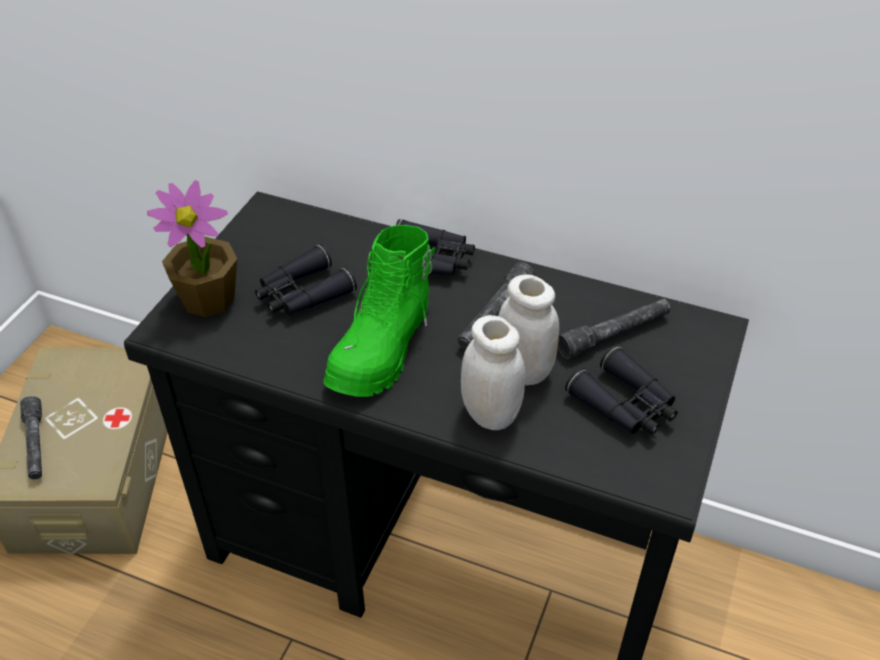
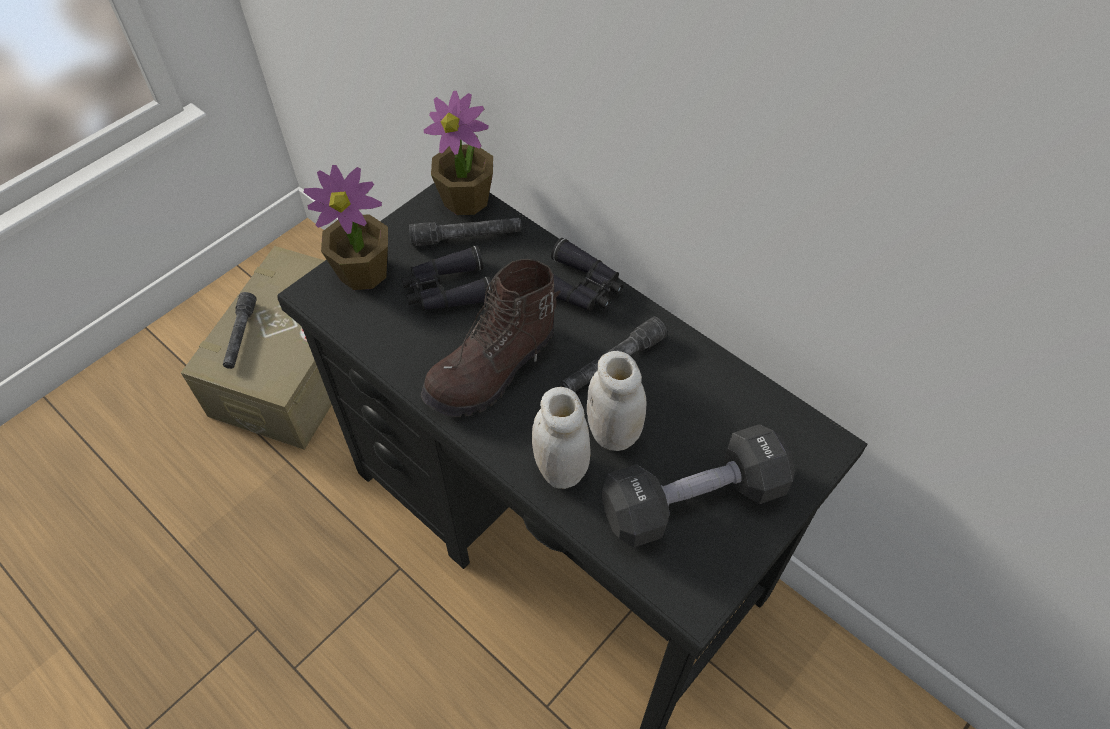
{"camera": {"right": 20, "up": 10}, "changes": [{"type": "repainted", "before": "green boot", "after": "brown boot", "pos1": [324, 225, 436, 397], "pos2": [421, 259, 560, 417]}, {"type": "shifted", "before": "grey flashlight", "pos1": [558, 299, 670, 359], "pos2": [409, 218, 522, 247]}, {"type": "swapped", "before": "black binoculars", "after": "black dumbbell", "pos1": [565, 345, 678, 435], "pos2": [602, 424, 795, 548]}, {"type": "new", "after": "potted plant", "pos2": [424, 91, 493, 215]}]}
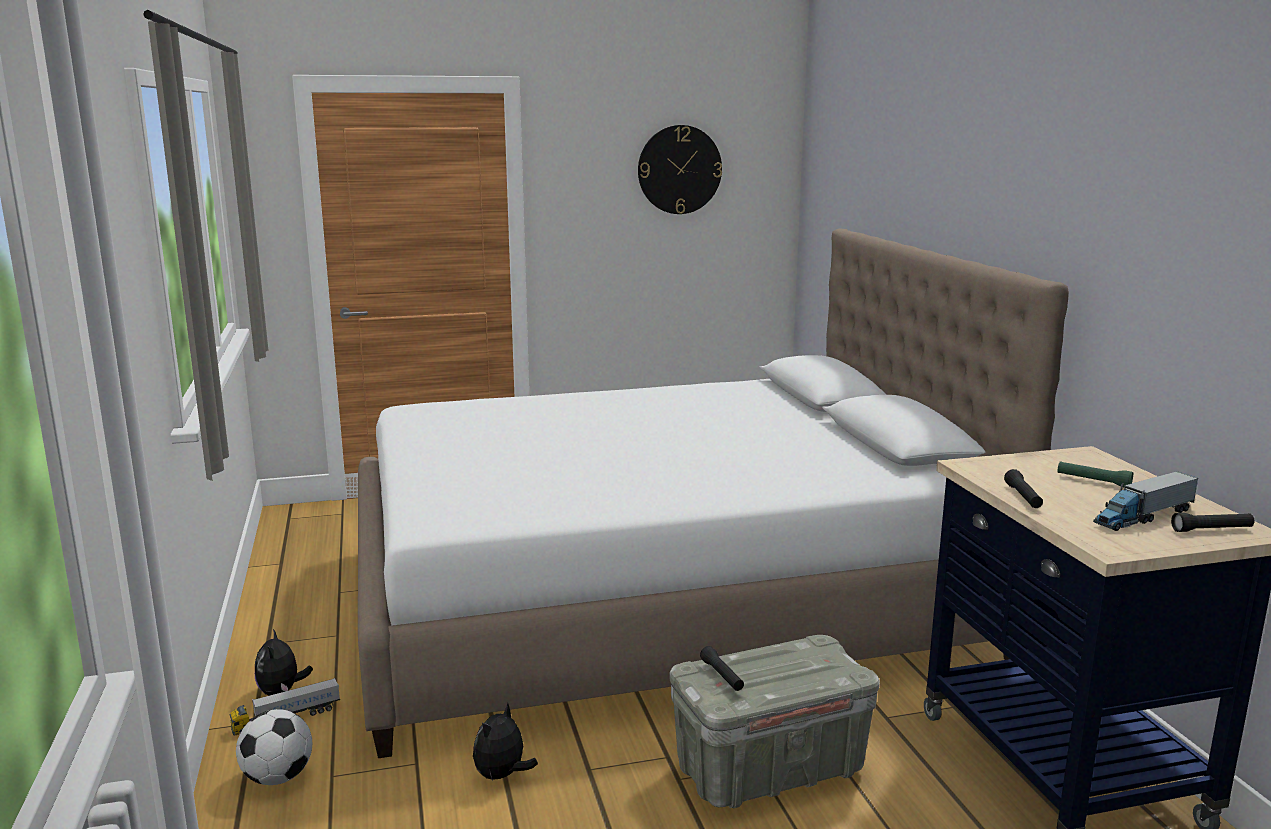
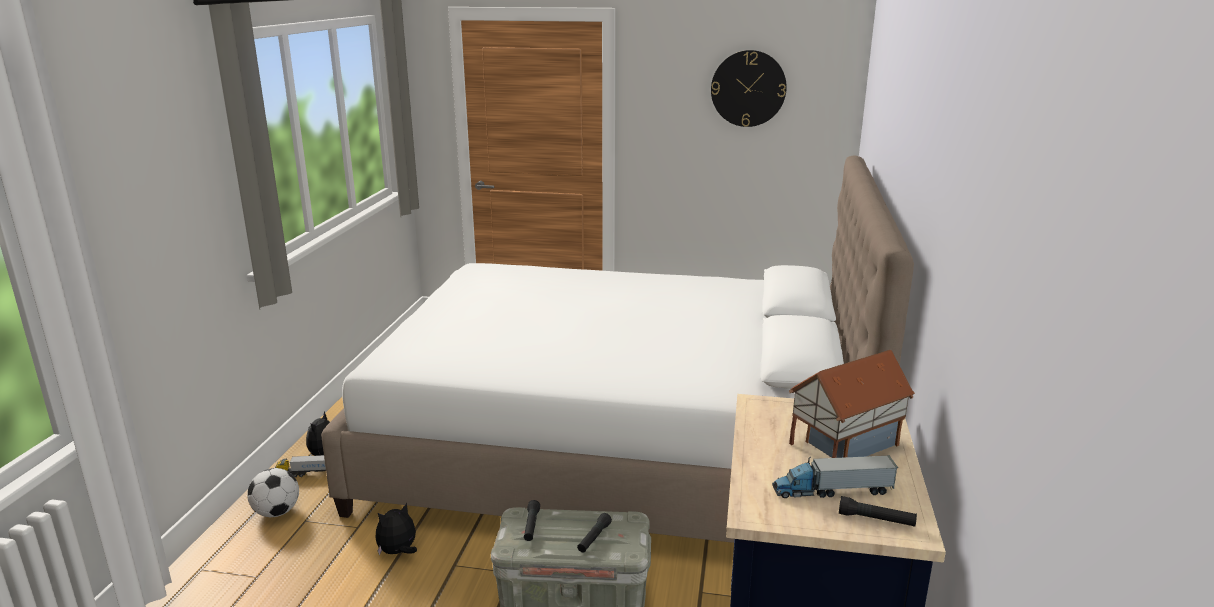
{"camera": {"right": 25, "up": 5}, "changes": [{"type": "swapped", "before": "green flashlight", "after": "toy house", "pos1": [1058, 461, 1133, 487], "pos2": [789, 350, 915, 458]}, {"type": "shifted", "before": "black flashlight", "pos1": [1004, 469, 1043, 508], "pos2": [577, 513, 612, 552]}]}
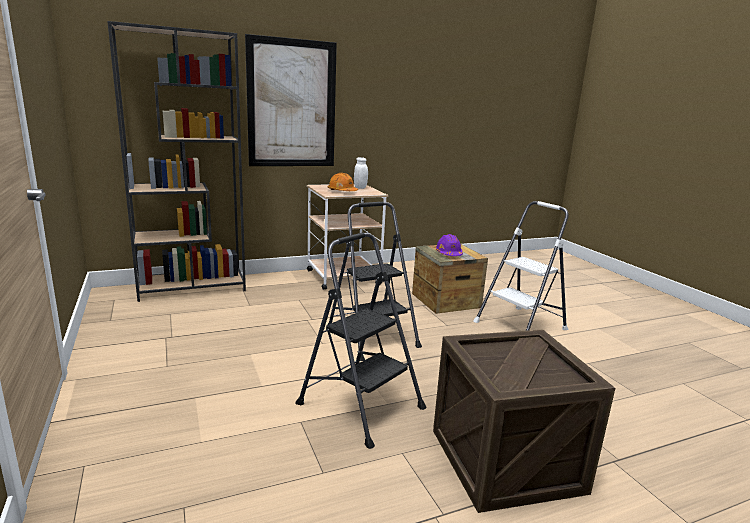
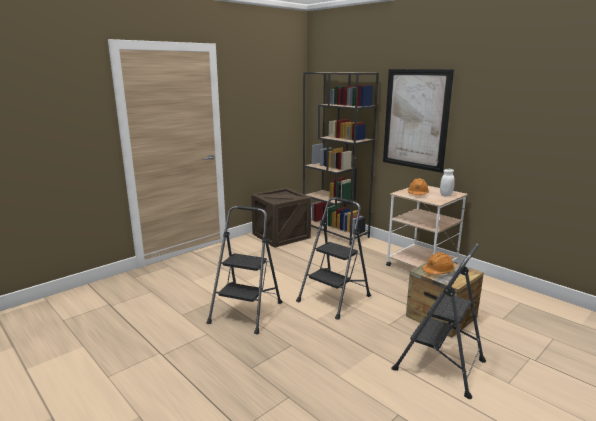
{"camera": {"right": 70, "up": 0}, "changes": [{"type": "repainted", "before": "white step ladder", "after": "black step ladder", "pos1": [473, 201, 569, 331], "pos2": [391, 243, 486, 399]}, {"type": "repainted", "before": "purple hard hat", "after": "orange hard hat", "pos1": [435, 234, 463, 256], "pos2": [422, 252, 455, 275]}, {"type": "shifted", "before": "crate", "pos1": [433, 329, 615, 513], "pos2": [251, 188, 311, 248]}]}
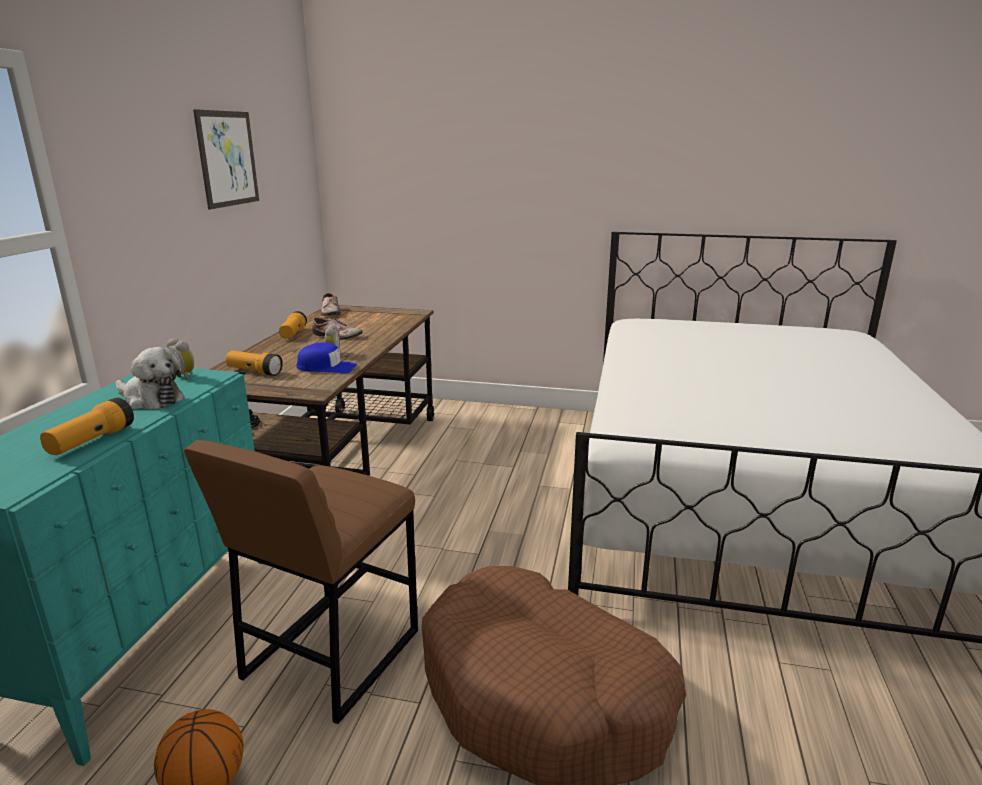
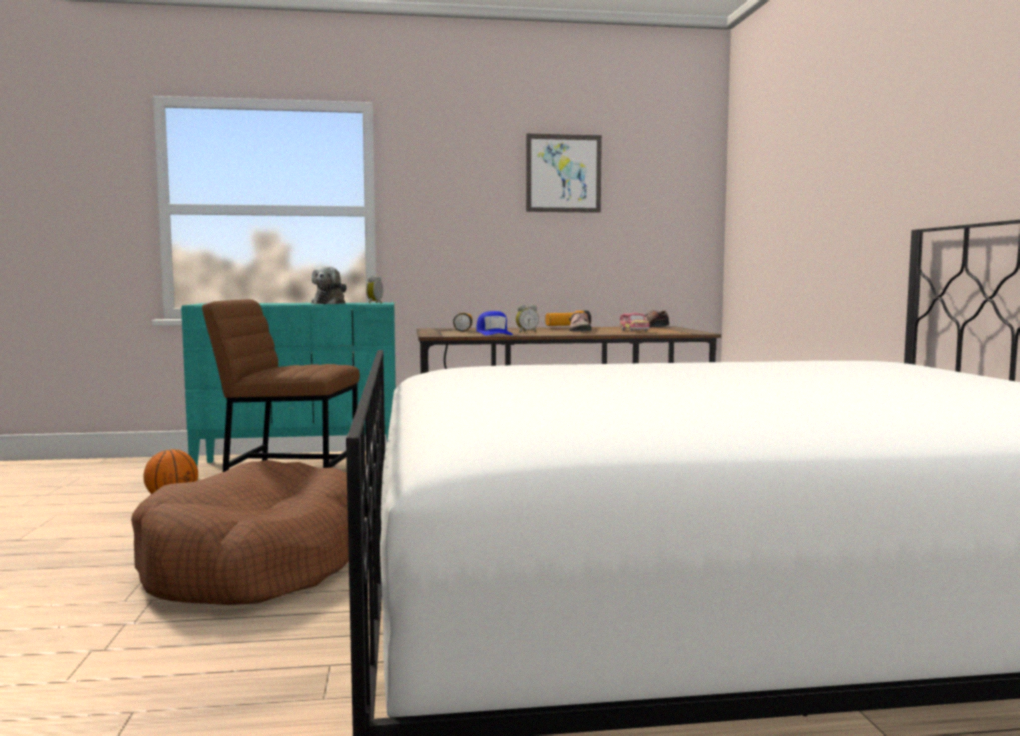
{"camera": {"right": 70, "up": -15}, "changes": [{"type": "gone", "before": "flashlight", "pos1": [40, 397, 134, 455]}, {"type": "new", "after": "toy car", "pos2": [620, 313, 650, 332]}]}
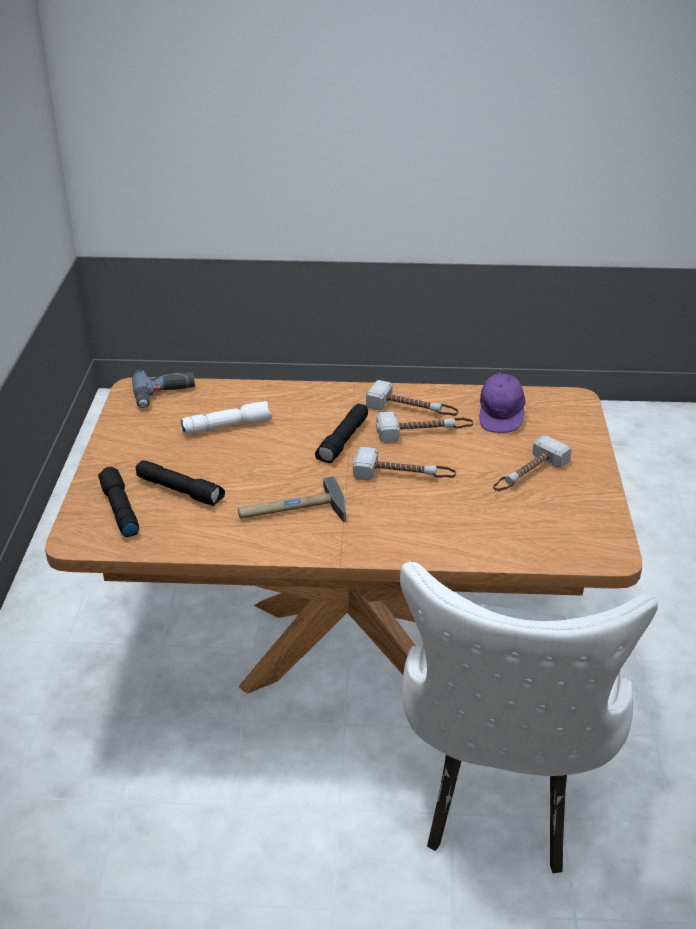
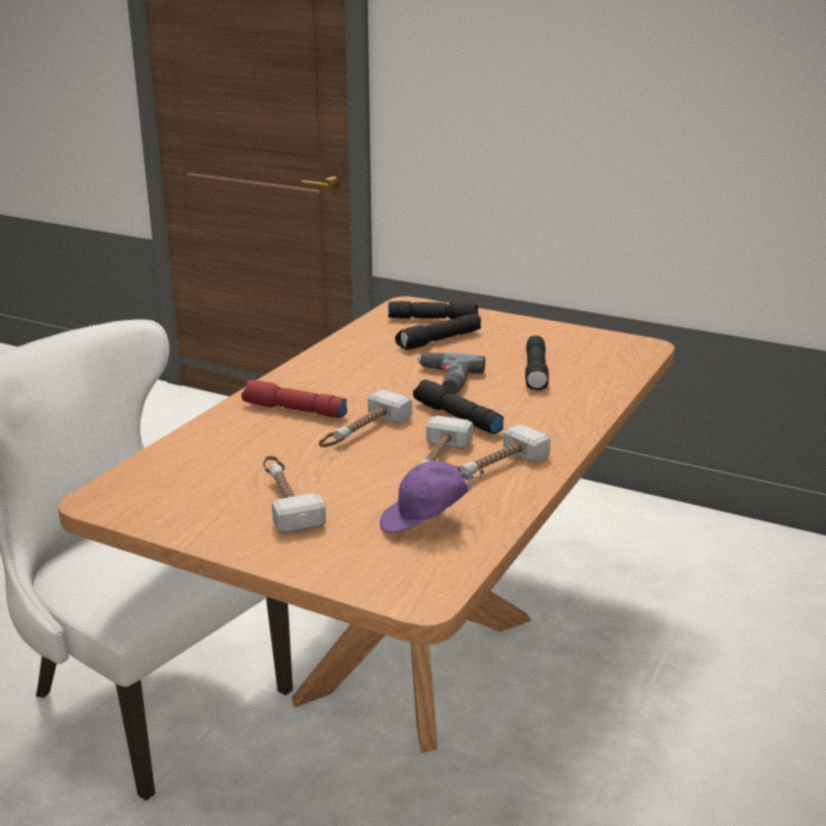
{"camera": {"right": 115, "up": -10}, "changes": [{"type": "rotated", "before": "purple cap", "pos1": [480, 368, 526, 433], "pos2": [380, 461, 484, 533], "turn": -45}, {"type": "shifted", "before": "power drill", "pos1": [132, 370, 195, 408], "pos2": [417, 352, 485, 395]}, {"type": "repainted", "before": "white flashlight", "after": "black flashlight", "pos1": [180, 401, 272, 434], "pos2": [525, 336, 549, 390]}, {"type": "gone", "before": "hammer", "pos1": [238, 477, 346, 522]}, {"type": "new", "after": "red flashlight", "pos2": [241, 380, 347, 418]}]}
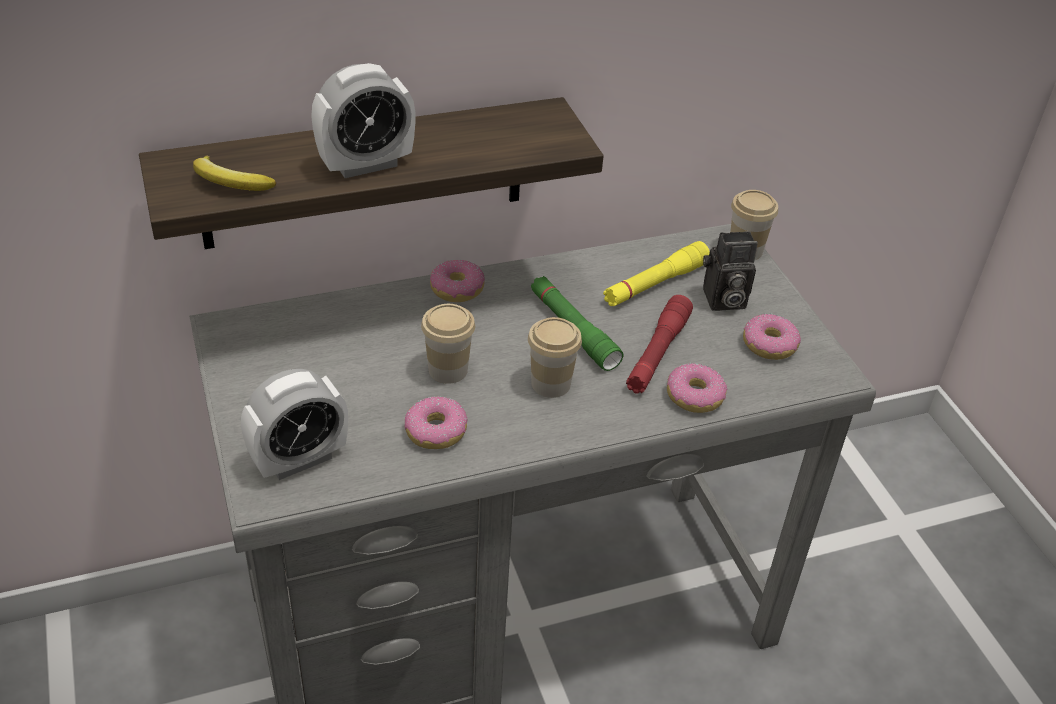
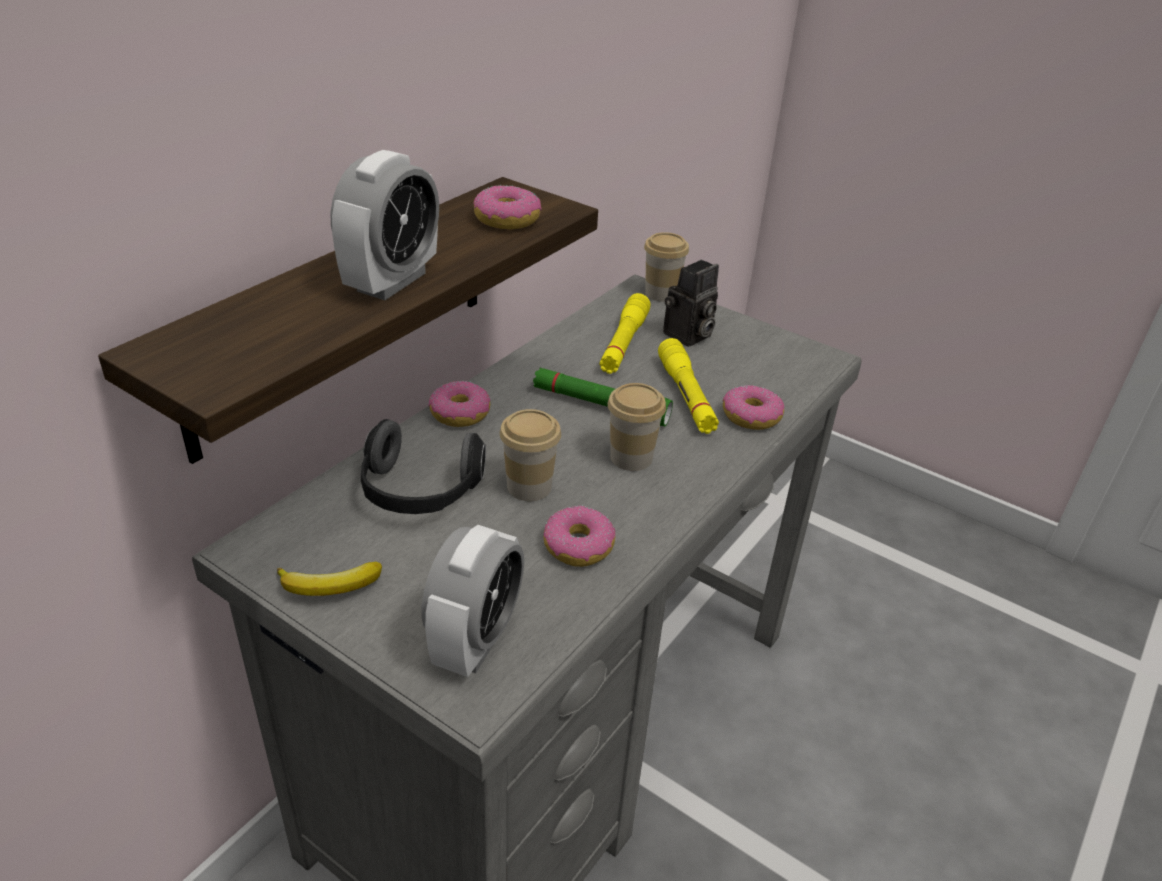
{"camera": {"right": -35, "up": -5}, "changes": [{"type": "shifted", "before": "banana", "pos1": [193, 155, 276, 191], "pos2": [277, 562, 382, 596]}, {"type": "repainted", "before": "red flashlight", "after": "yellow flashlight", "pos1": [626, 295, 693, 394], "pos2": [658, 338, 719, 434]}, {"type": "shifted", "before": "donut", "pos1": [743, 314, 801, 360], "pos2": [474, 185, 542, 230]}, {"type": "new", "after": "headphones", "pos2": [361, 419, 486, 514]}]}
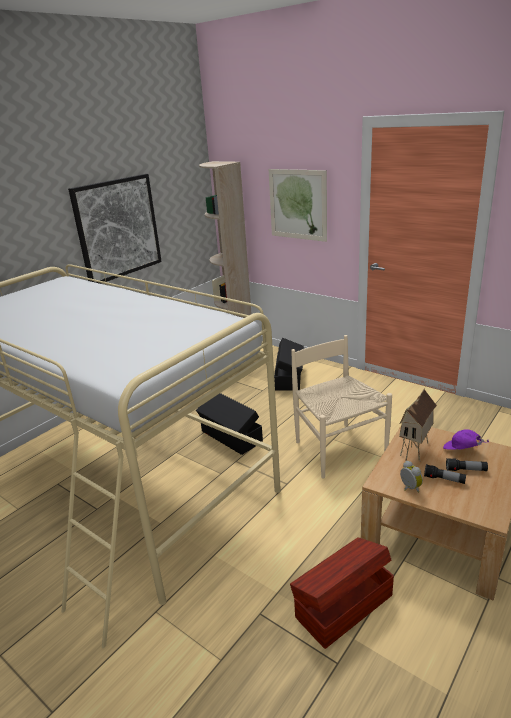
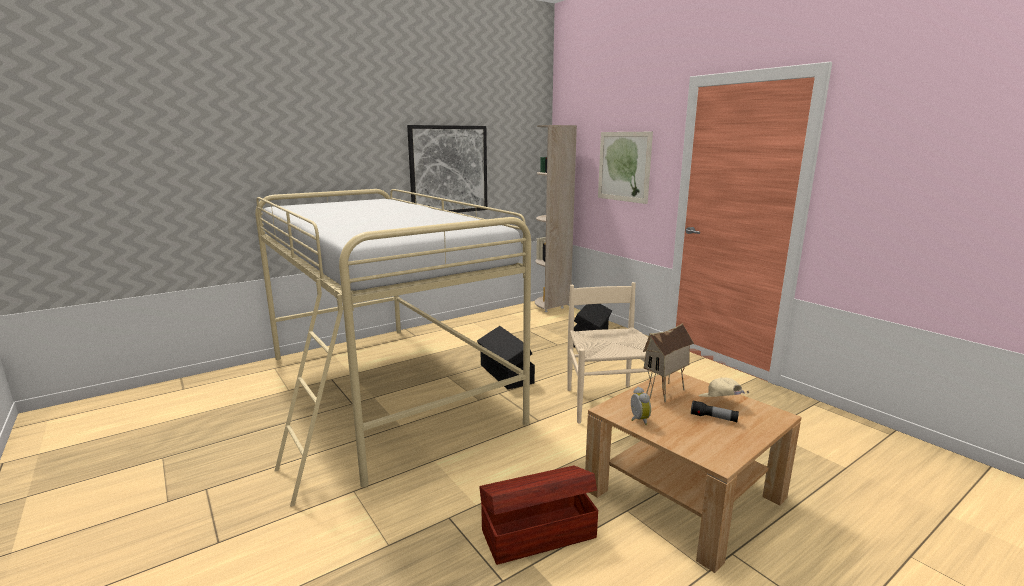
{"camera": {"right": 15, "up": -10}, "changes": [{"type": "repainted", "before": "purple cap", "after": "beige cap", "pos1": [443, 429, 489, 450], "pos2": [699, 377, 750, 397]}, {"type": "gone", "before": "flashlight", "pos1": [424, 464, 466, 484]}]}
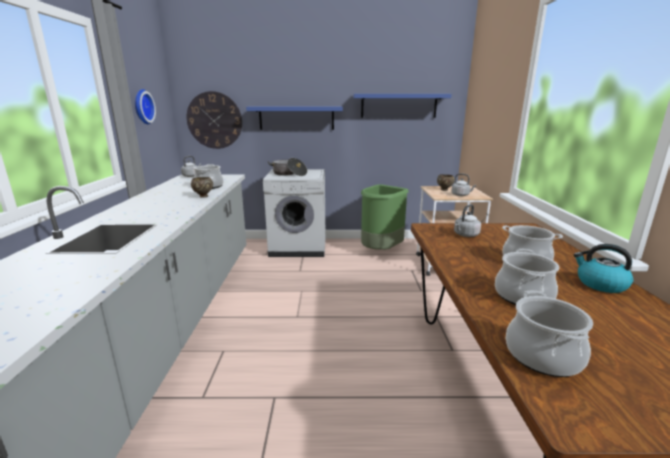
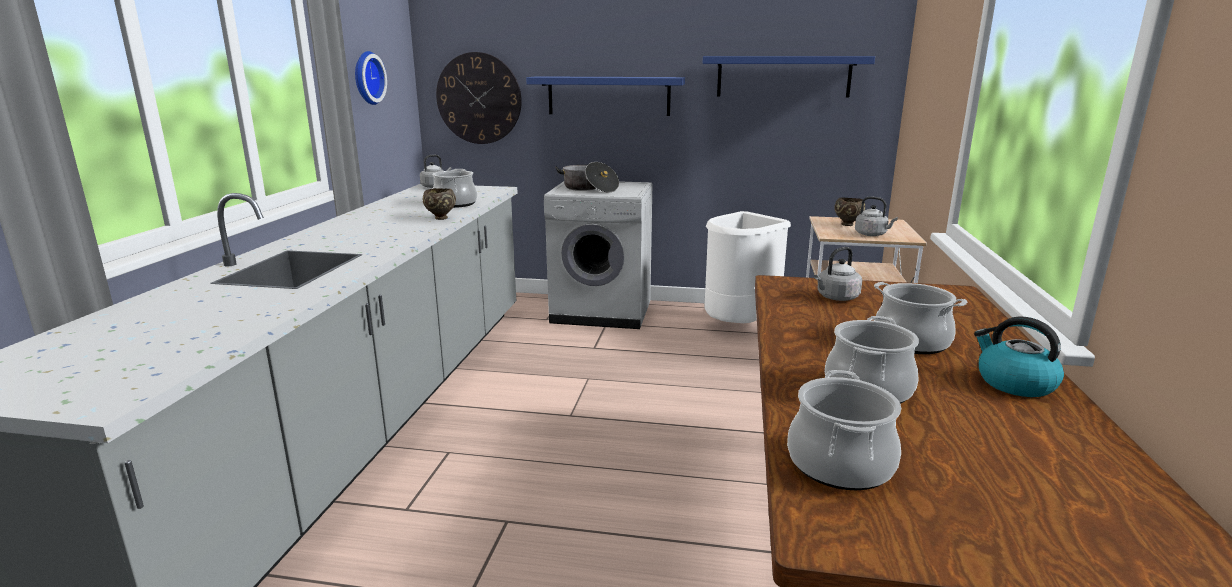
{"camera": {"right": 10, "up": 0}, "changes": [{"type": "repainted", "before": "green trash can", "after": "white trash can", "pos1": [361, 184, 408, 250], "pos2": [704, 211, 791, 323]}]}
